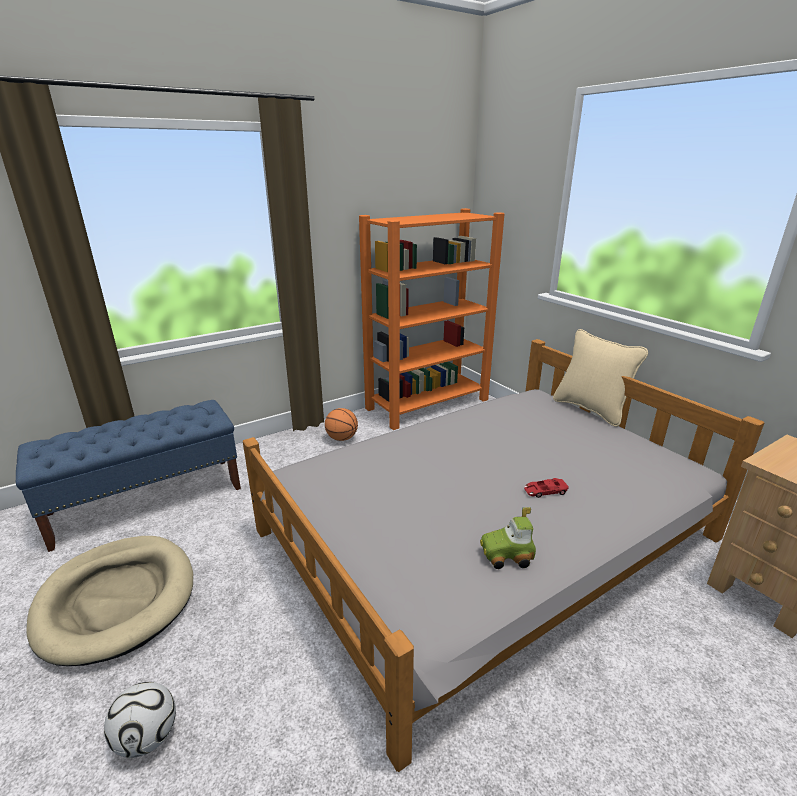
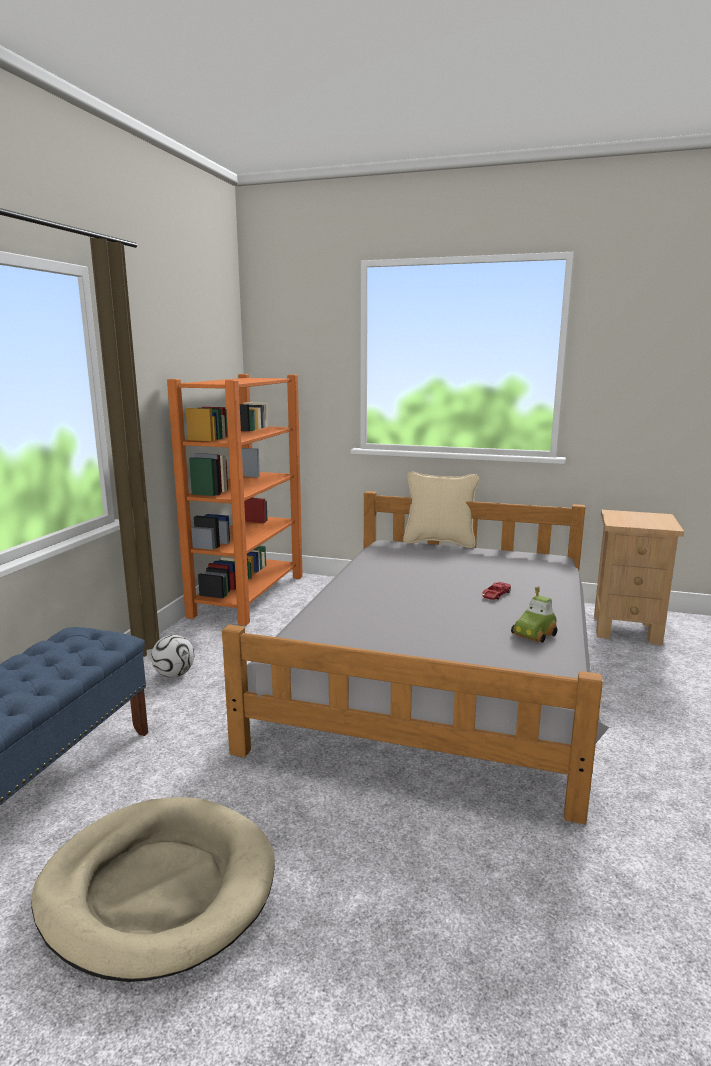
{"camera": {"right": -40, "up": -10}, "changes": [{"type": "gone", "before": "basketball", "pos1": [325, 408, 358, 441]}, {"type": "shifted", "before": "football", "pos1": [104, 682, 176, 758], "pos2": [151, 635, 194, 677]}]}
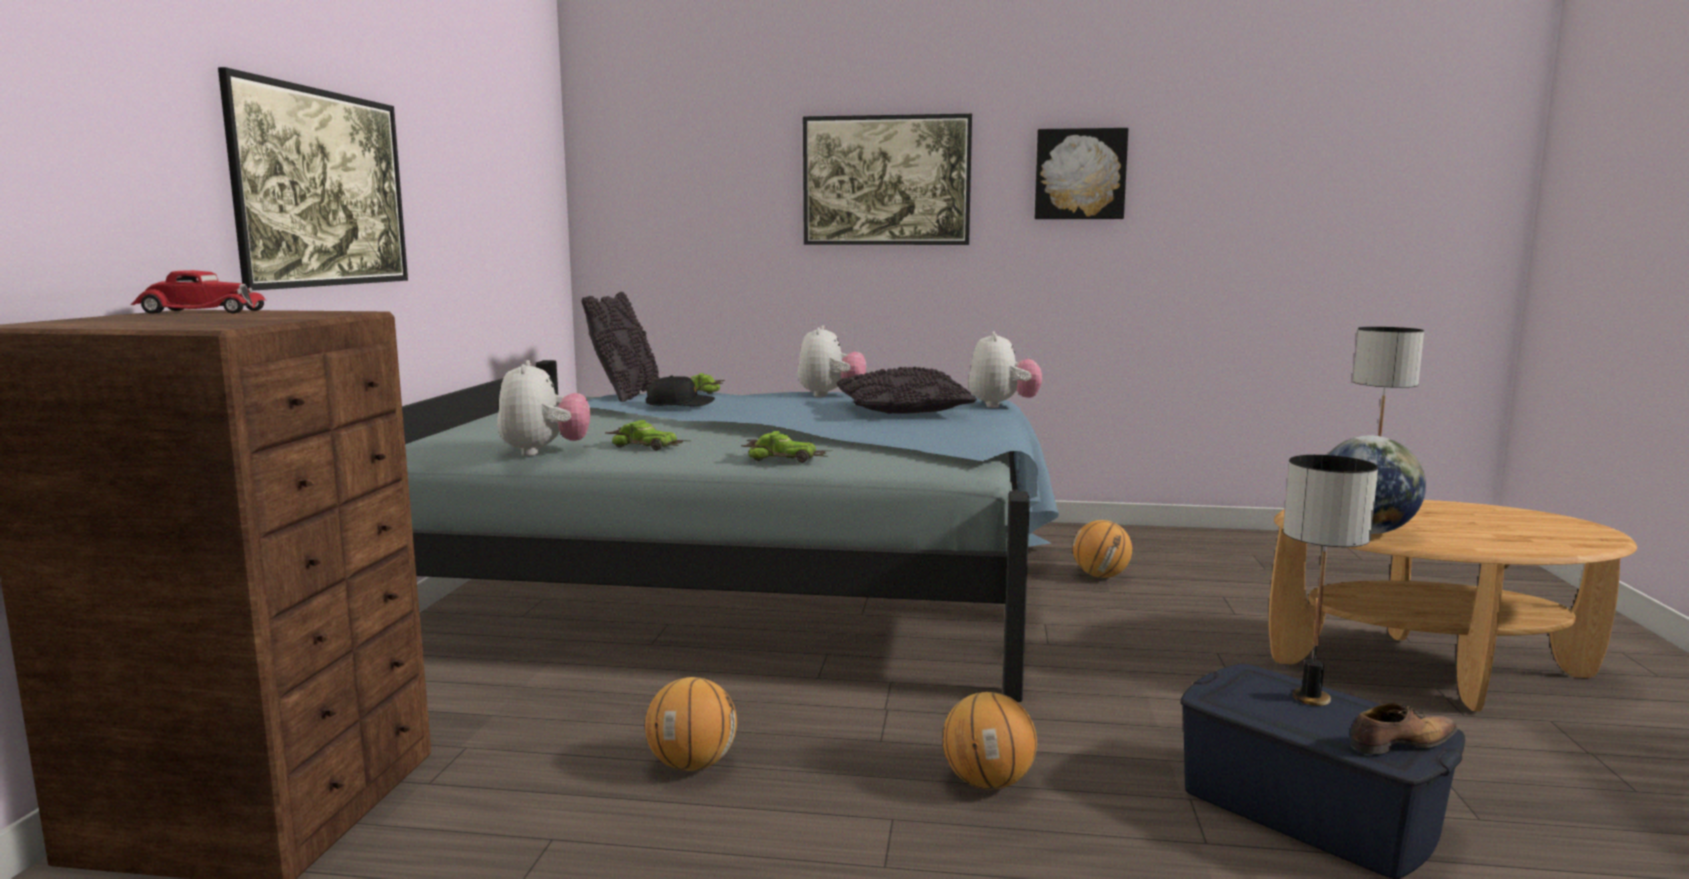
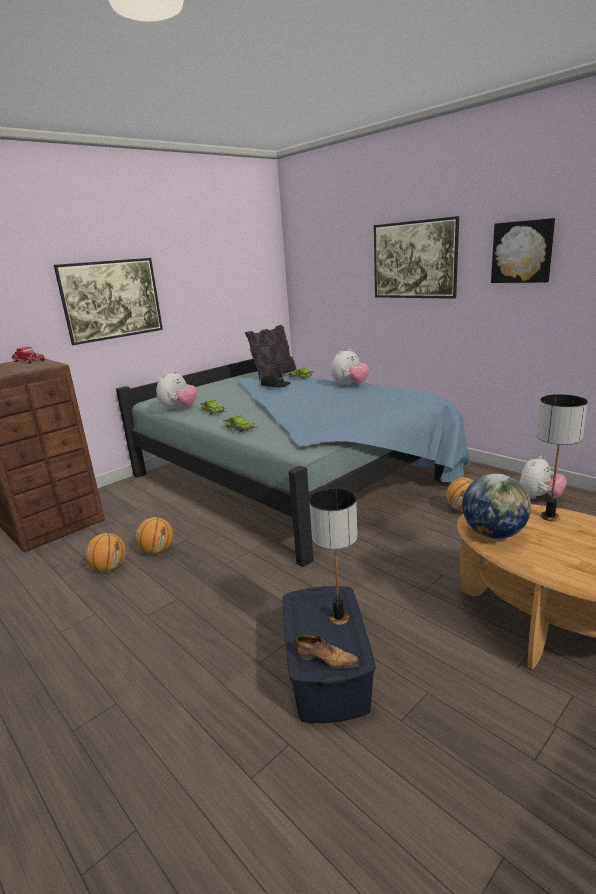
{"camera": {"right": 40, "up": 10}, "changes": [{"type": "shifted", "before": "plush toy", "pos1": [969, 331, 1042, 408], "pos2": [519, 455, 567, 499]}, {"type": "gone", "before": "black pillow", "pos1": [836, 366, 977, 414]}, {"type": "shifted", "before": "basketball", "pos1": [942, 692, 1037, 790], "pos2": [85, 533, 126, 572]}]}
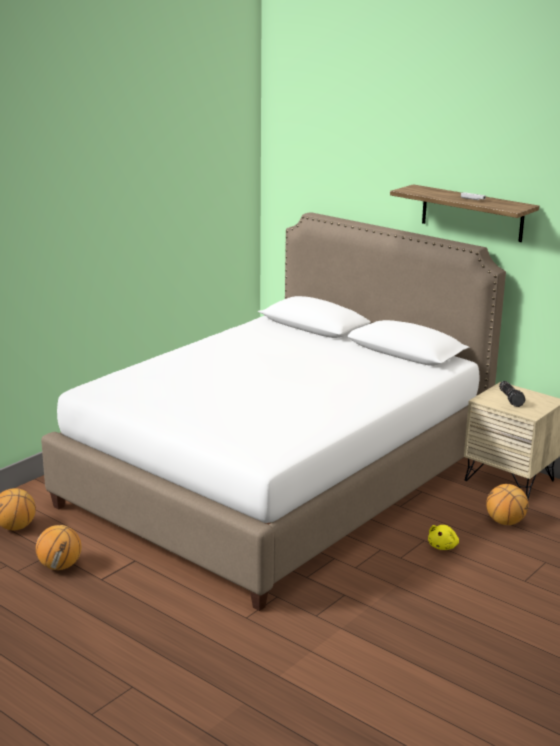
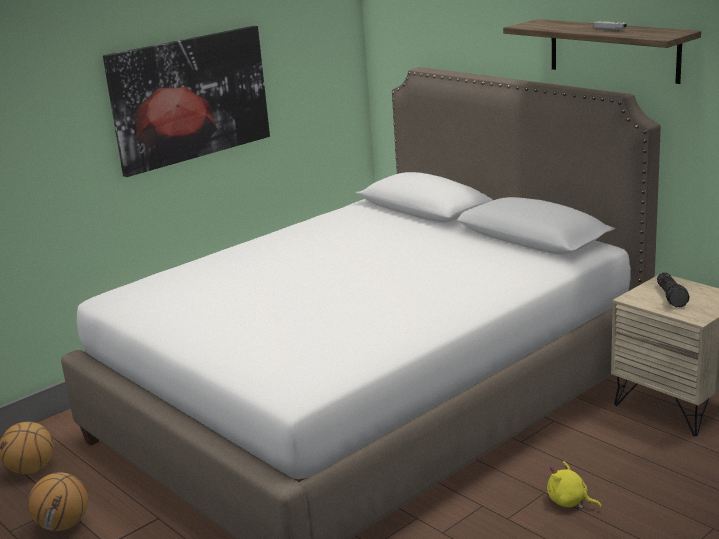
{"camera": {"right": 10, "up": 0}, "changes": [{"type": "gone", "before": "basketball", "pos1": [486, 484, 528, 525]}, {"type": "rotated", "before": "yellow plush toy", "pos1": [428, 525, 459, 550], "pos2": [547, 461, 602, 509], "turn": 90}, {"type": "new", "after": "picture", "pos2": [103, 26, 270, 177]}]}
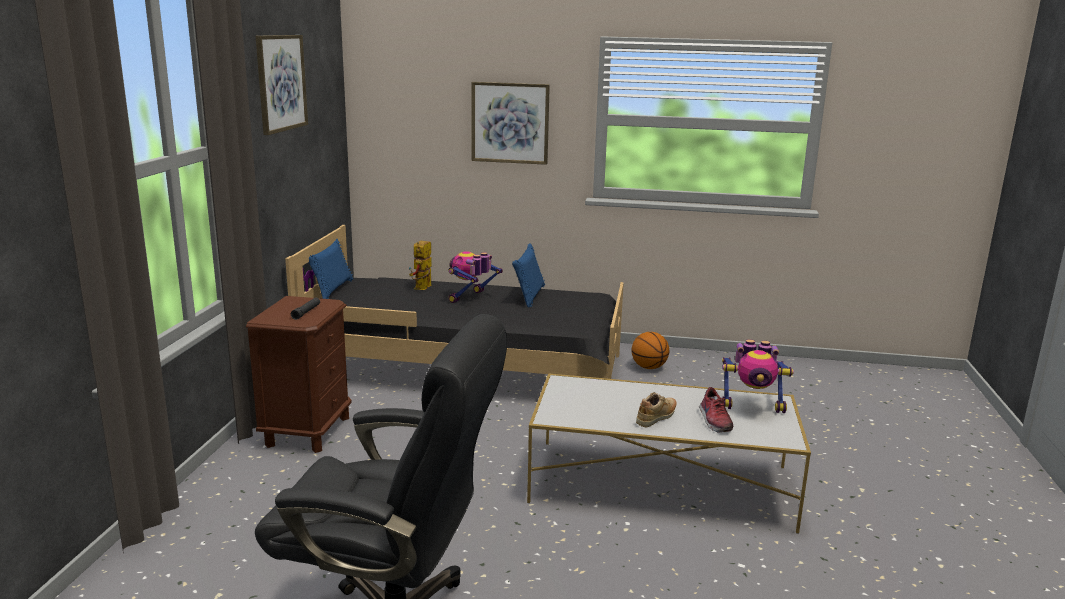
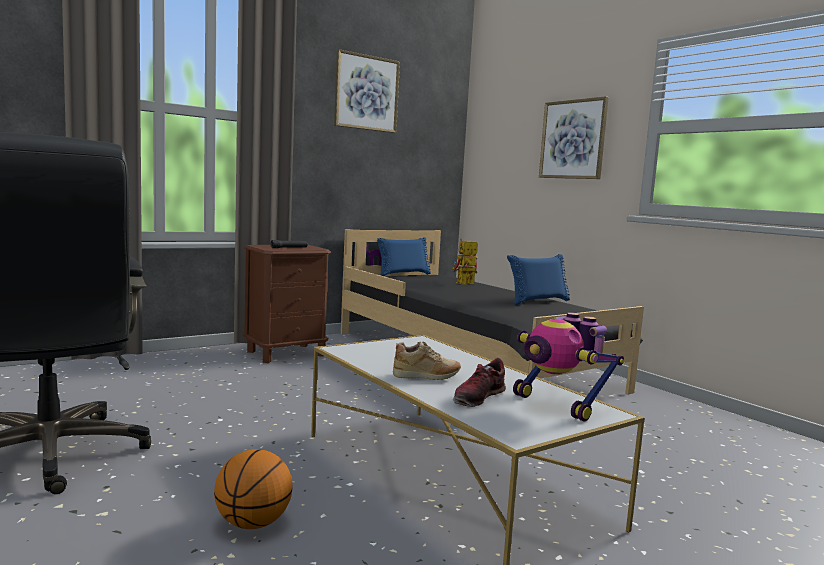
{"camera": {"right": 45, "up": -10}, "changes": [{"type": "gone", "before": "toy robot", "pos1": [448, 251, 503, 303]}, {"type": "shifted", "before": "basketball", "pos1": [631, 332, 669, 369], "pos2": [214, 449, 293, 529]}]}
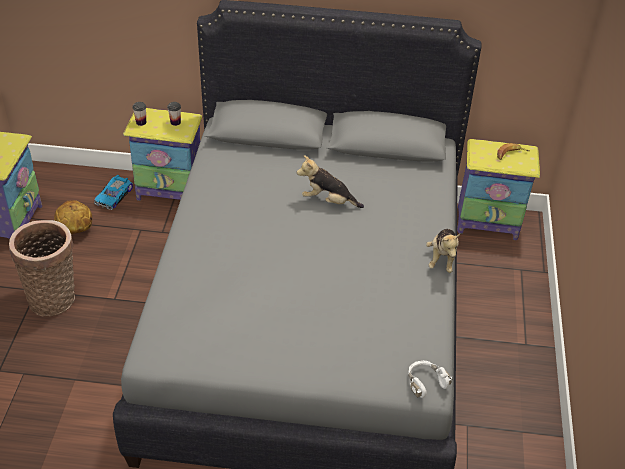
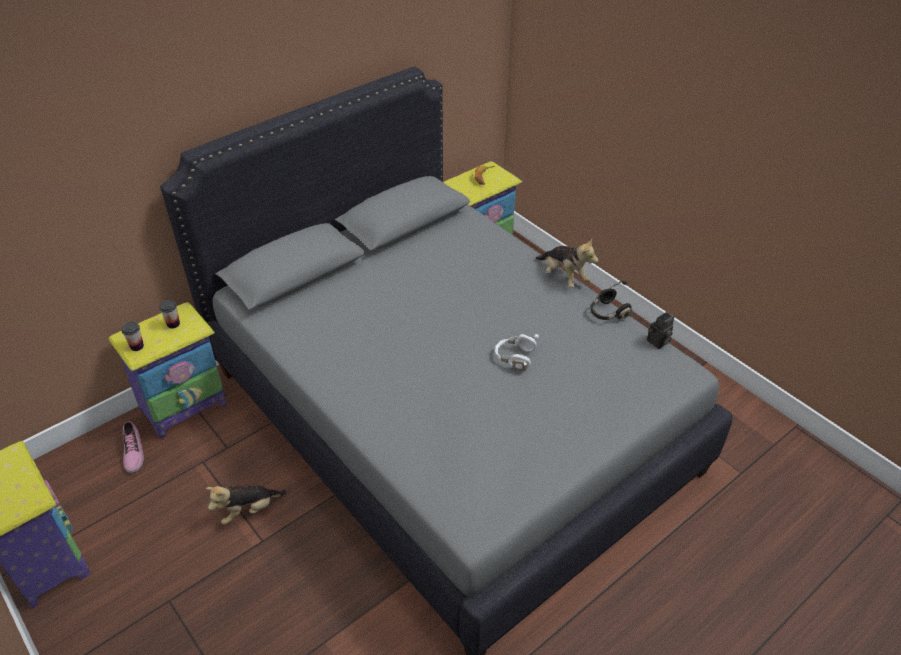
{"camera": {"right": -45, "up": 0}, "changes": [{"type": "shifted", "before": "plush toy", "pos1": [297, 155, 364, 208], "pos2": [206, 485, 286, 525]}, {"type": "swapped", "before": "toy car", "after": "shoe", "pos1": [94, 175, 133, 210], "pos2": [123, 421, 144, 473]}, {"type": "gone", "before": "basketball", "pos1": [54, 200, 92, 234]}, {"type": "gone", "before": "basket", "pos1": [9, 220, 75, 316]}, {"type": "shifted", "before": "white headphones", "pos1": [408, 360, 453, 398], "pos2": [495, 334, 539, 371]}, {"type": "new", "after": "black headphones", "pos2": [590, 280, 632, 320]}, {"type": "new", "after": "photo camera", "pos2": [647, 312, 674, 349]}]}
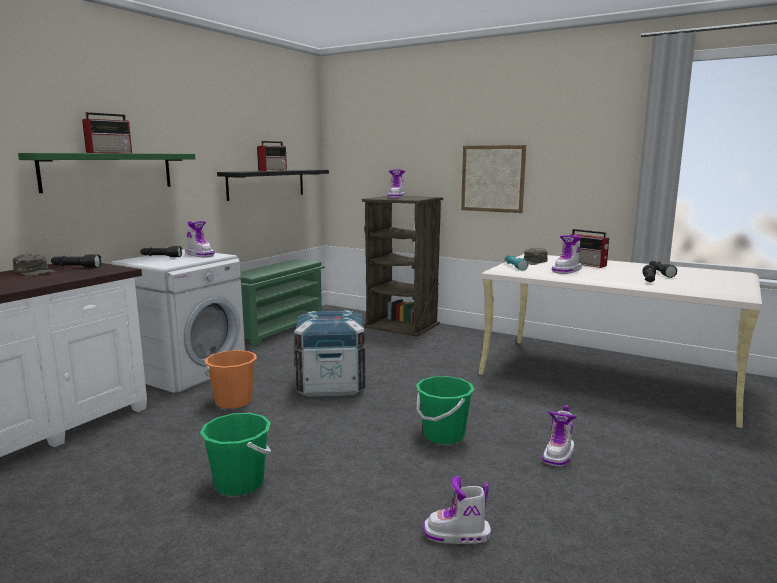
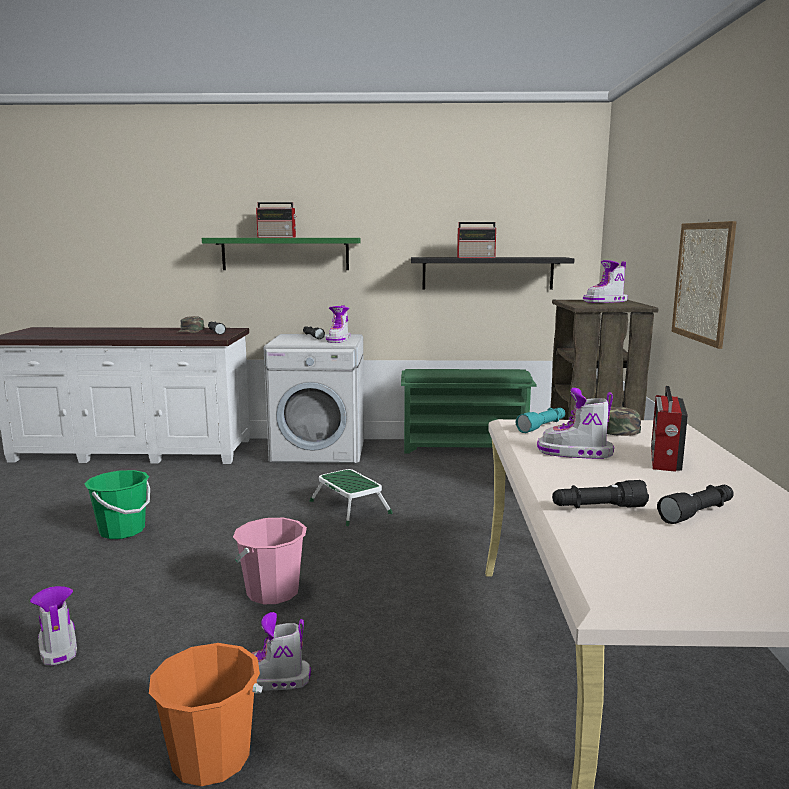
{"camera": {"right": 60, "up": 0}, "changes": [{"type": "swapped", "before": "crate", "after": "green step ladder", "pos1": [294, 310, 366, 397], "pos2": [310, 469, 393, 526]}, {"type": "shifted", "before": "orange bucket", "pos1": [204, 350, 257, 409], "pos2": [149, 643, 263, 786]}, {"type": "repainted", "before": "green bucket", "after": "pink bucket", "pos1": [416, 376, 474, 444], "pos2": [233, 518, 307, 604]}]}
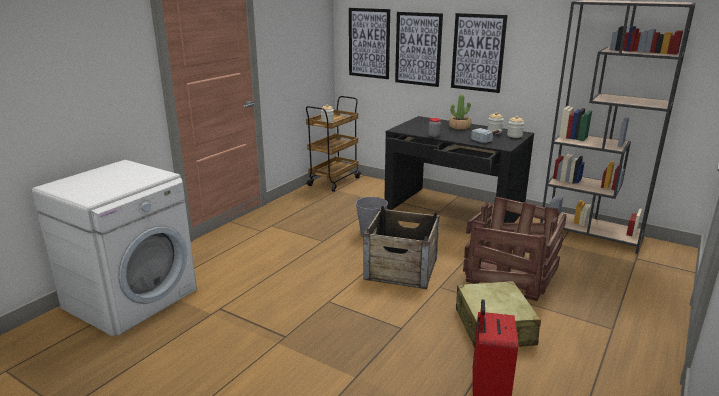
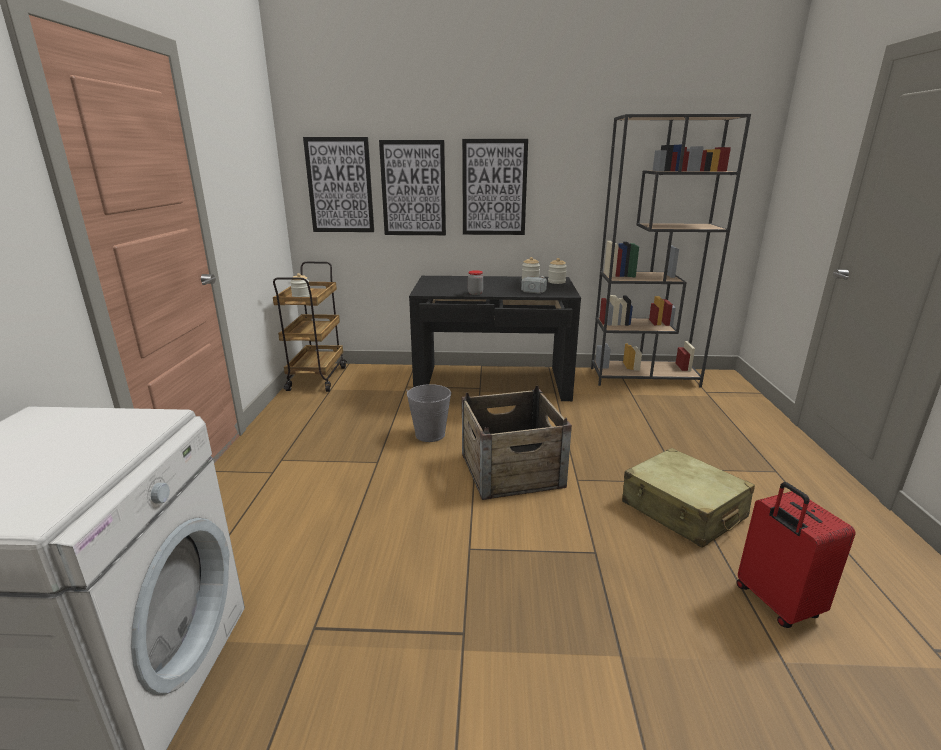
{"camera": {"right": -30, "up": 0}, "changes": [{"type": "gone", "before": "potted plant", "pos1": [449, 94, 471, 130]}, {"type": "gone", "before": "crate", "pos1": [463, 197, 567, 301]}]}
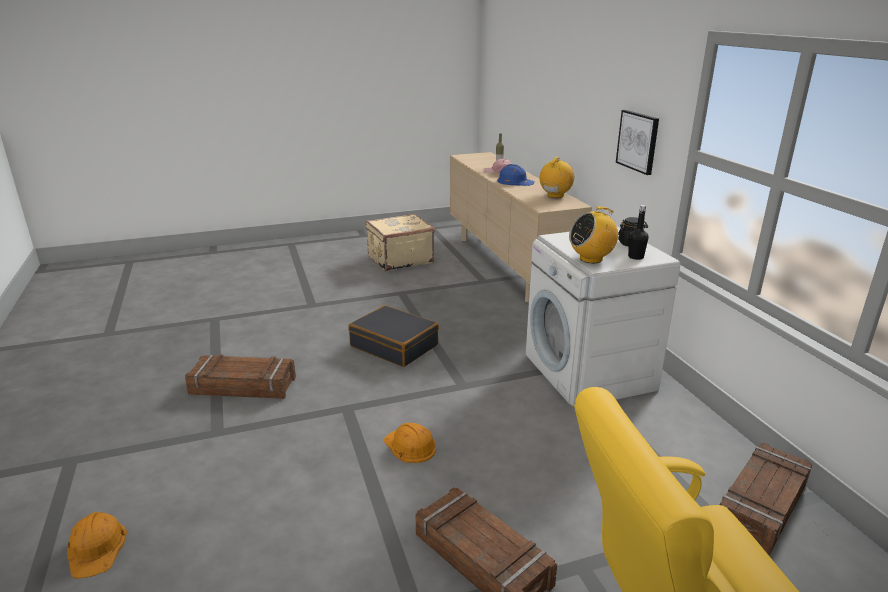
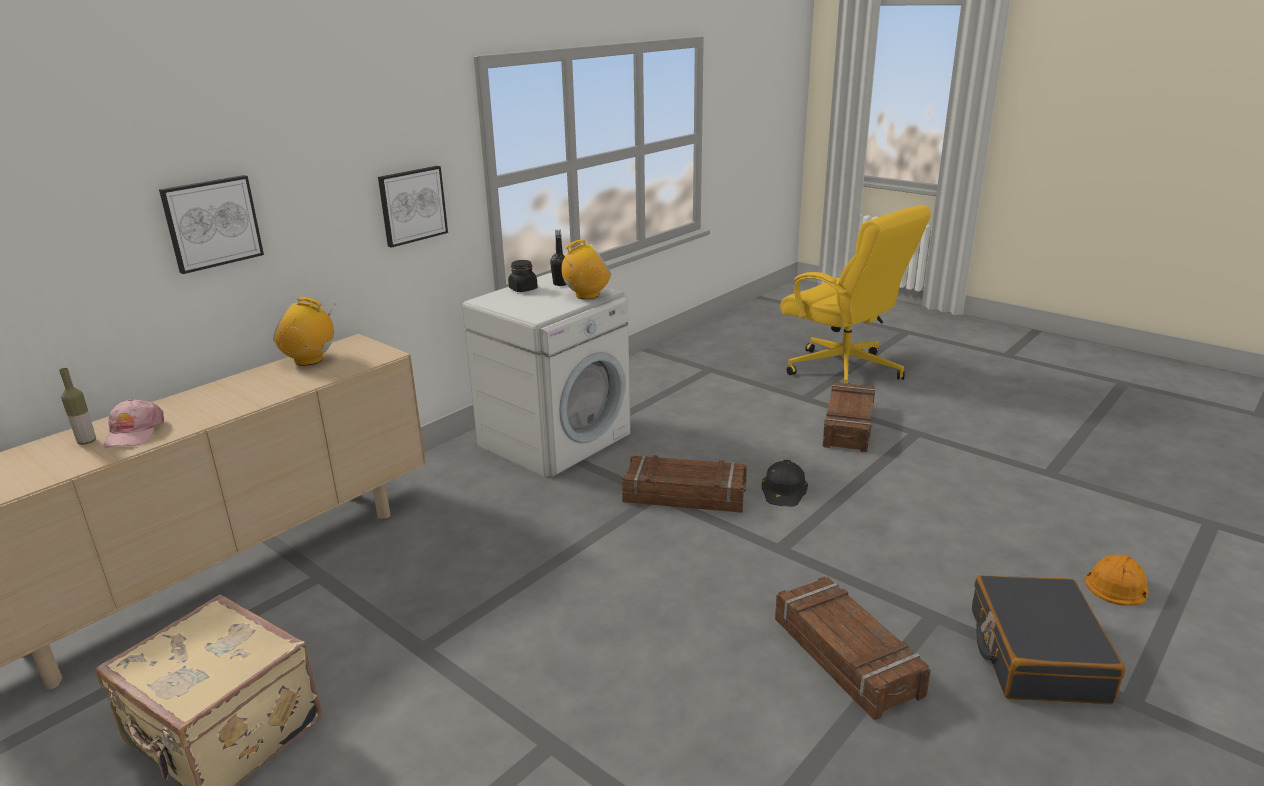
{"camera": {"right": -120, "up": 0}, "changes": [{"type": "gone", "before": "blue hard hat", "pos1": [497, 164, 535, 186]}, {"type": "rotated", "before": "radio", "pos1": [569, 206, 618, 263], "pos2": [561, 239, 611, 299], "turn": -60}, {"type": "shifted", "before": "black suitcase", "pos1": [349, 305, 439, 367], "pos2": [972, 575, 1125, 704]}, {"type": "repainted", "before": "orange hard hat", "after": "black hard hat", "pos1": [384, 423, 436, 463], "pos2": [762, 460, 808, 506]}, {"type": "shifted", "before": "crate", "pos1": [720, 442, 812, 555], "pos2": [622, 455, 747, 513]}, {"type": "new", "after": "picture", "pos2": [159, 175, 264, 274]}]}
